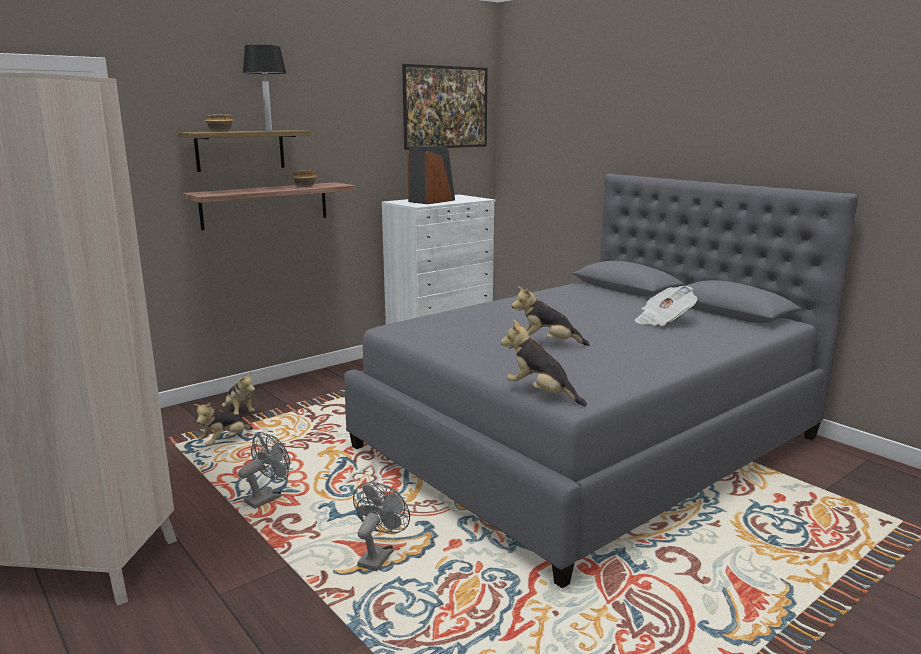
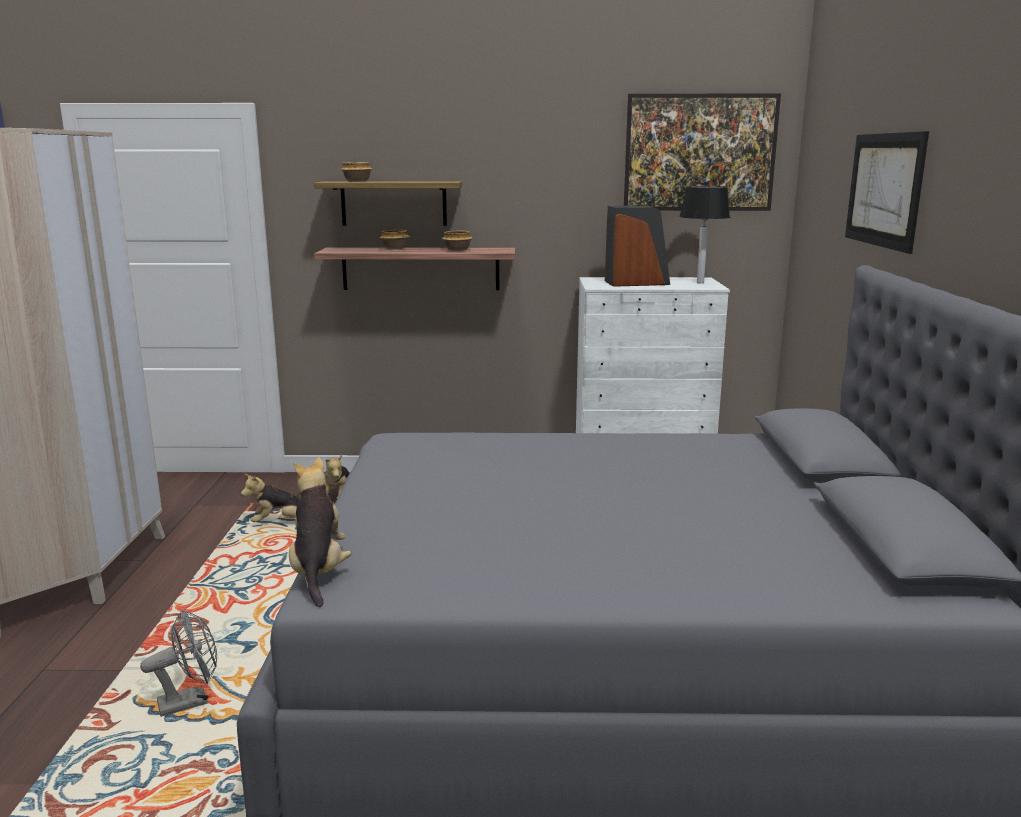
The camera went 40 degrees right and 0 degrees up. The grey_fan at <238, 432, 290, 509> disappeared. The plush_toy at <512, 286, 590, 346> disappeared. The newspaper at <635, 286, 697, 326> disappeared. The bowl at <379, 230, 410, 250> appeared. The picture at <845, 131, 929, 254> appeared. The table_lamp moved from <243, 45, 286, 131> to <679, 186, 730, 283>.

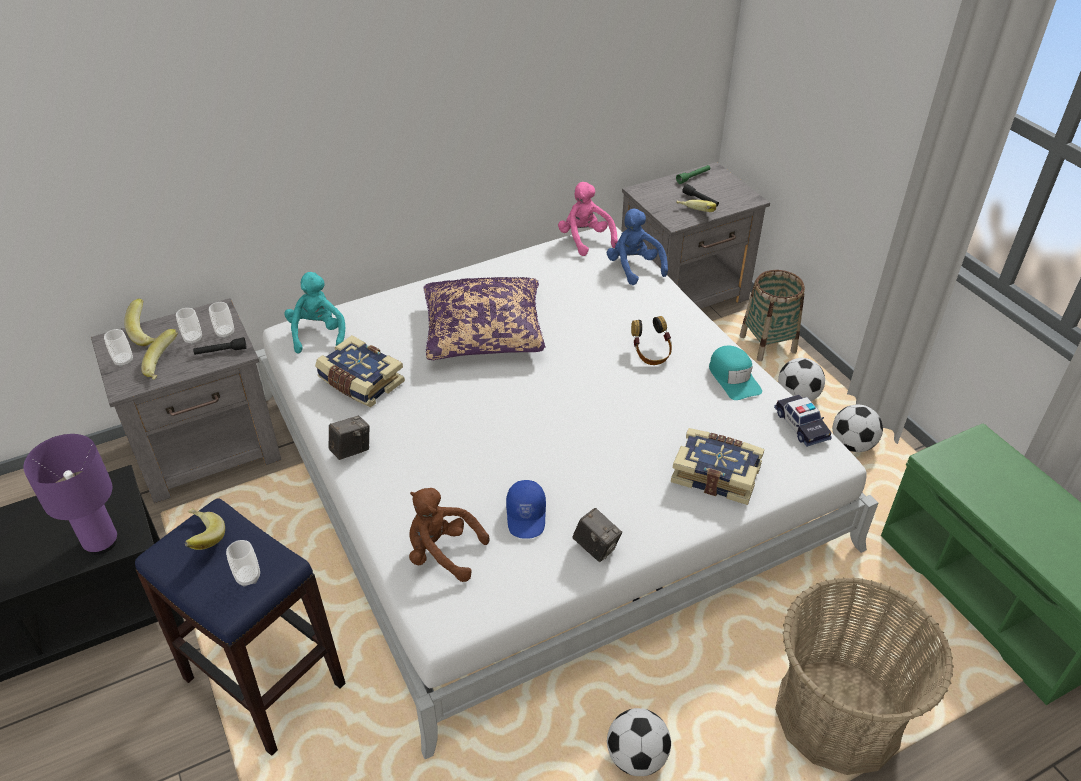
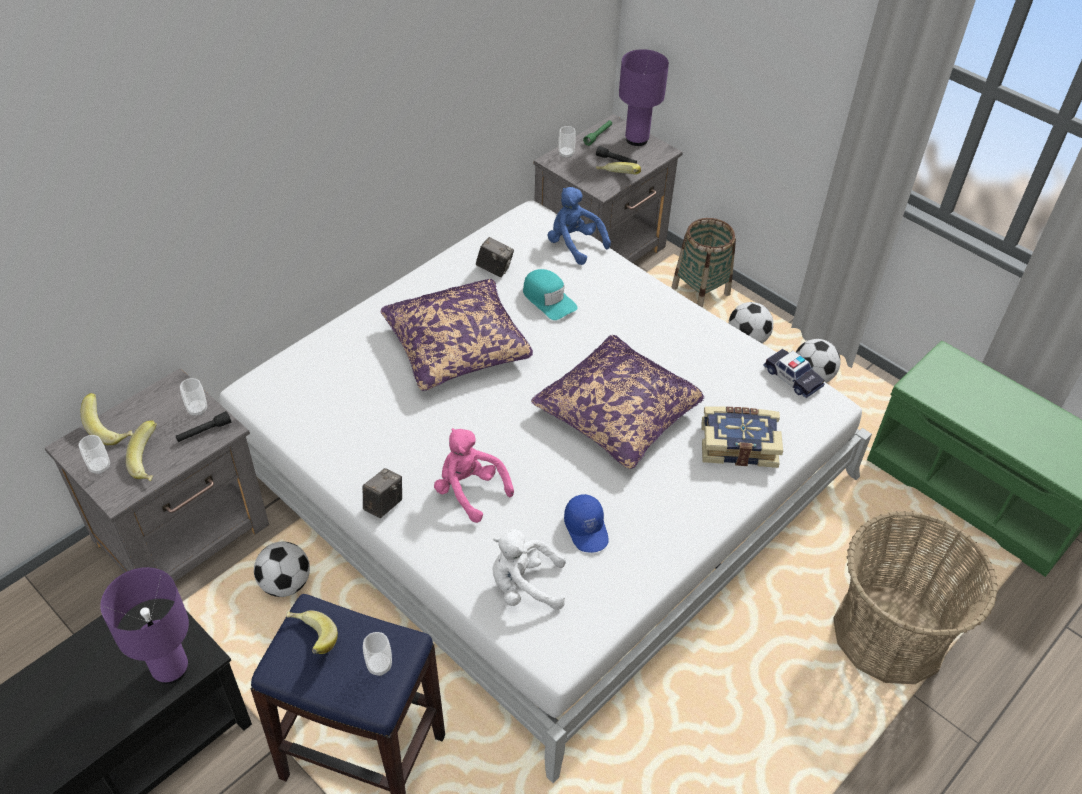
The camera went 20 degrees left and 5 degrees up. The turquoise_plush_toy at <284, 272, 345, 353> disappeared. The book at <315, 335, 405, 408> disappeared. The headphones at <631, 316, 672, 365> disappeared. The purple_pillow at <531, 335, 704, 469> appeared. The purple_table_lamp at <619, 49, 669, 146> appeared. The cup moved from <176, 308, 202, 345> to <558, 126, 576, 158>. The pink_plush_toy moved from <558, 182, 618, 256> to <434, 428, 514, 523>. The photo_camera moved from <572, 508, 622, 562> to <476, 237, 514, 277>. The football moved from <607, 708, 671, 776> to <254, 541, 310, 597>. The turquoise_cap moved from <709, 346, 762, 400> to <523, 269, 578, 320>. The brown_plush_toy at <409, 488, 490, 582> became the white_plush_toy at <493, 529, 566, 610>.

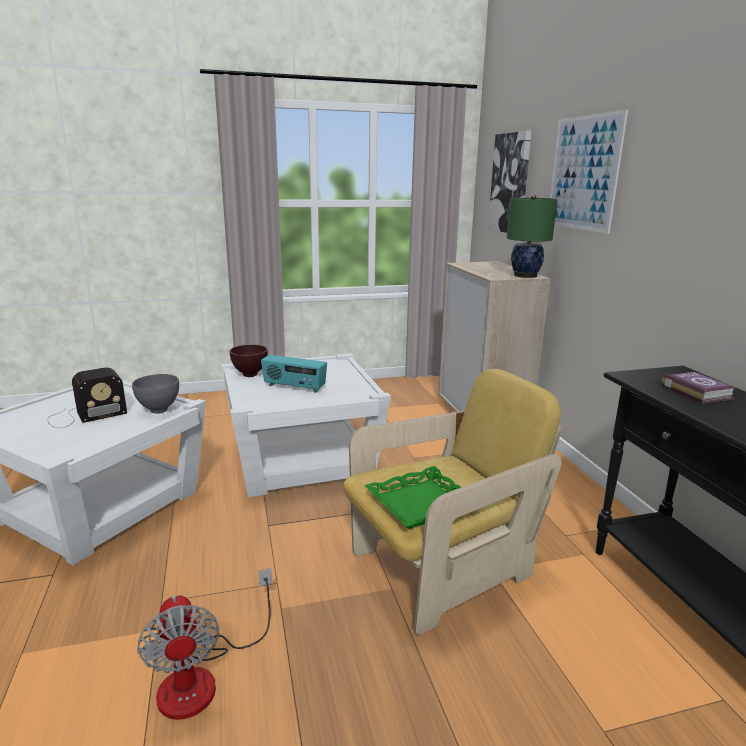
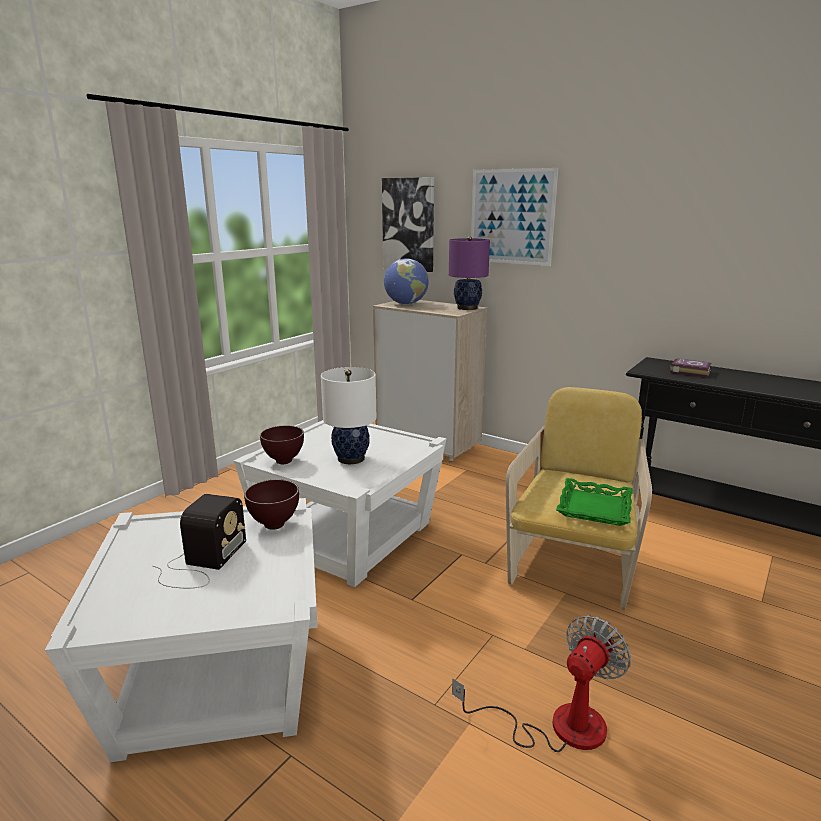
The camera went 40 degrees left and 0 degrees up. The globe at <384, 258, 429, 304> appeared. The radio at <261, 355, 327, 393> was replaced by the white_table_lamp at <321, 367, 376, 464>. The grey_bowl at <132, 374, 179, 414> became the brown_bowl at <244, 479, 299, 530>. The green_table_lamp at <507, 195, 557, 278> became the purple_table_lamp at <449, 236, 490, 310>. The fan at <137, 568, 272, 720> turned 75 degrees counterclockwise.

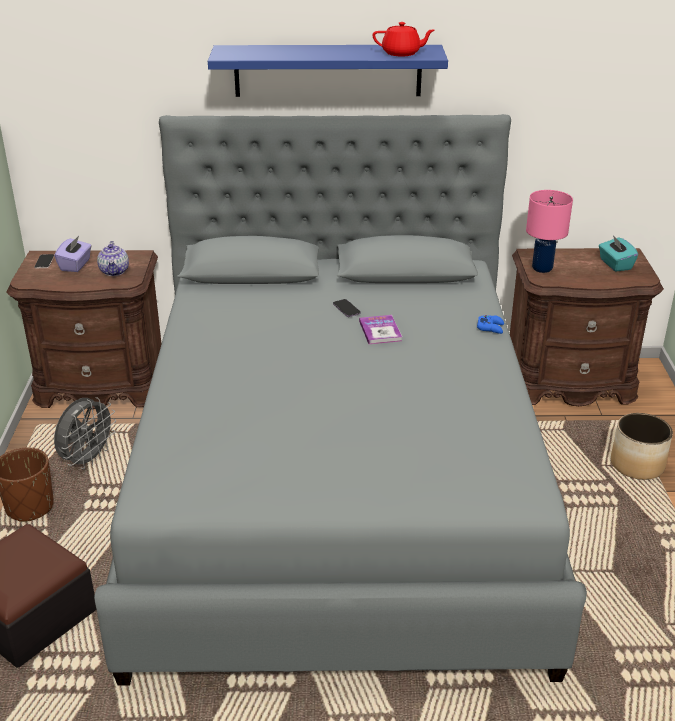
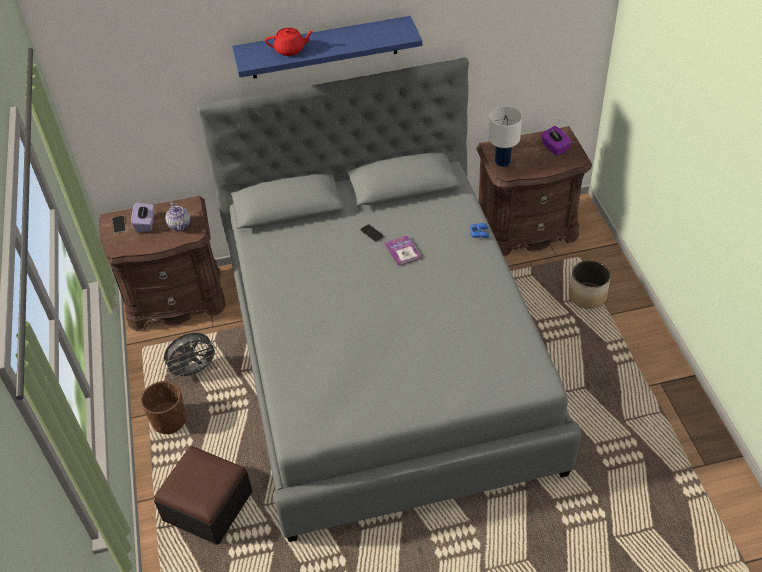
The camera went 10 degrees left and 15 degrees up. The red_teapot moved from <372, 22, 435, 57> to <265, 28, 314, 56>. The pink_table_lamp at <526, 190, 573, 273> became the white_table_lamp at <488, 106, 522, 167>. The turquoise_tissue_box at <599, 235, 638, 272> became the purple_tissue_box at <541, 126, 572, 156>. The grey_fan at <54, 397, 116, 469> turned 45 degrees clockwise.

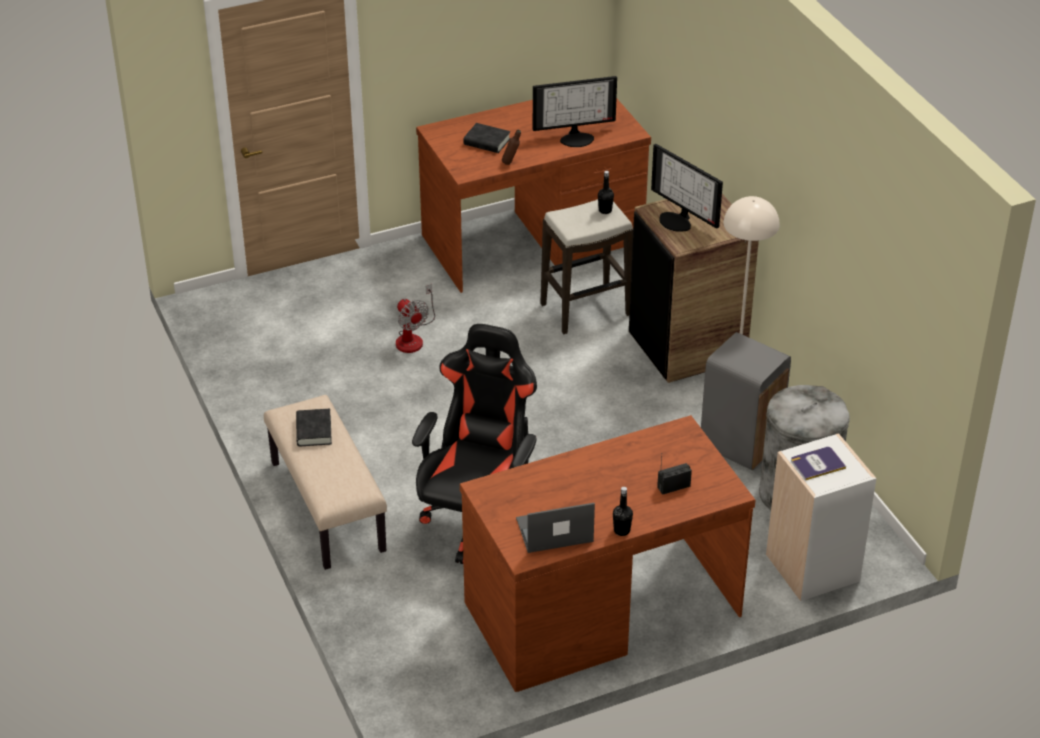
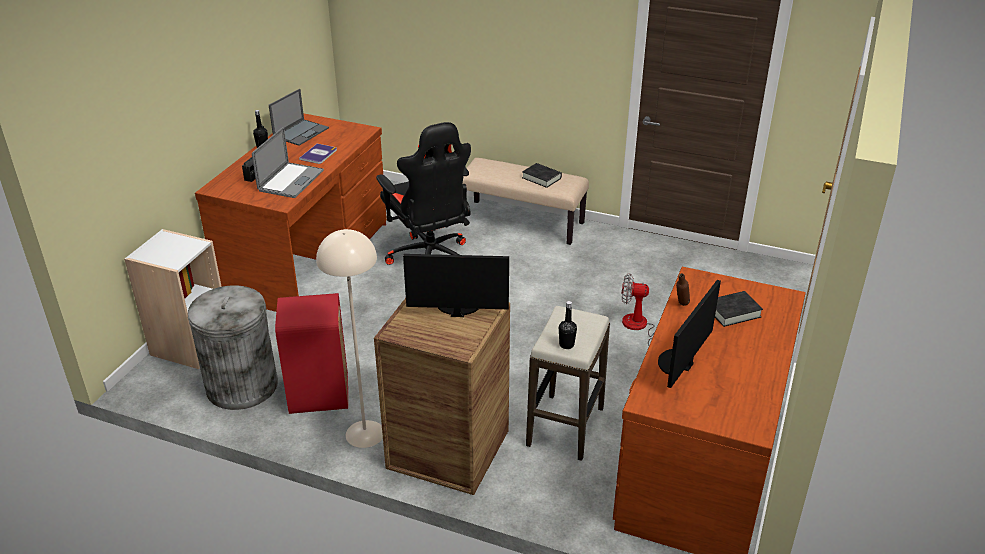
The camera went 135 degrees right and 5 degrees down. The laptop at <252, 127, 324, 198> appeared. The book moved from <791, 447, 846, 481> to <299, 143, 337, 164>. The grey_trash_can at <701, 332, 791, 470> became the red_trash_can at <275, 293, 348, 414>.

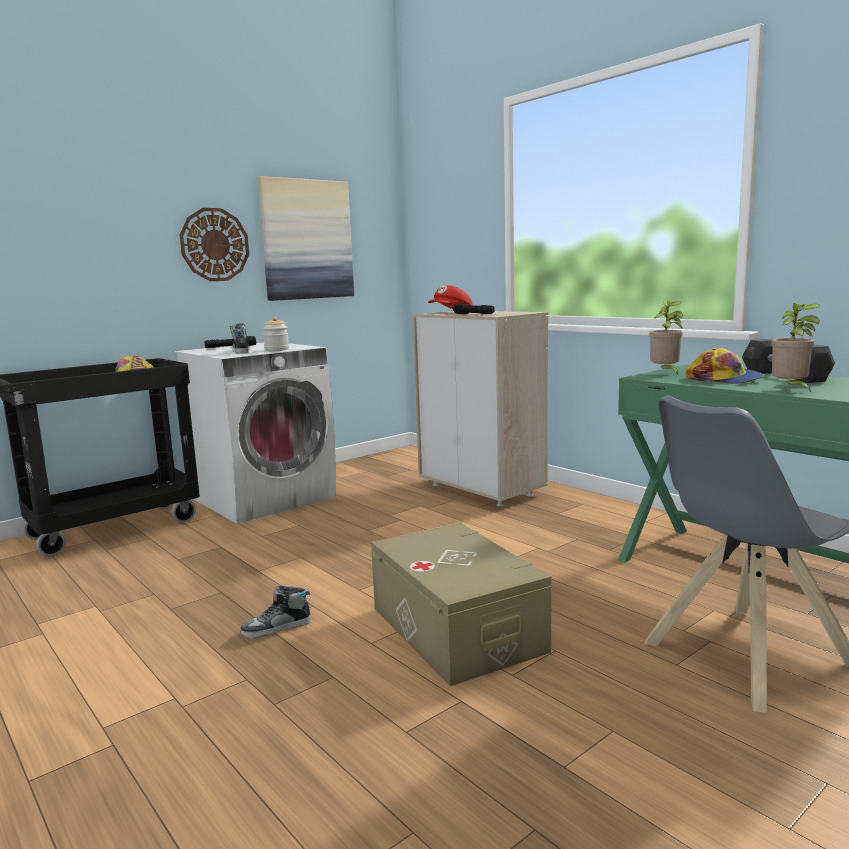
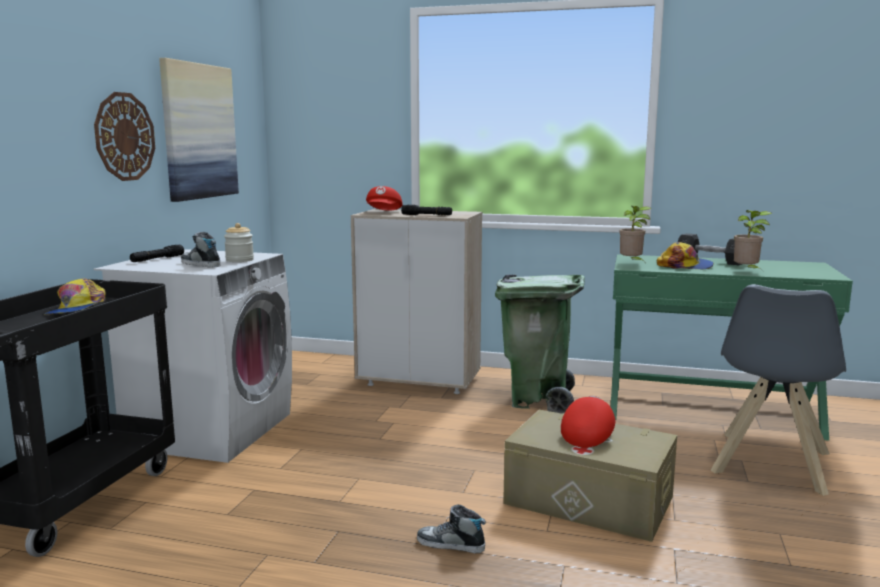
The camera went 35 degrees left and 0 degrees up. The green_trash_can at <495, 274, 585, 414> appeared. The red_cap at <561, 396, 615, 448> appeared. The shoe at <241, 586, 311, 638> turned 75 degrees clockwise.

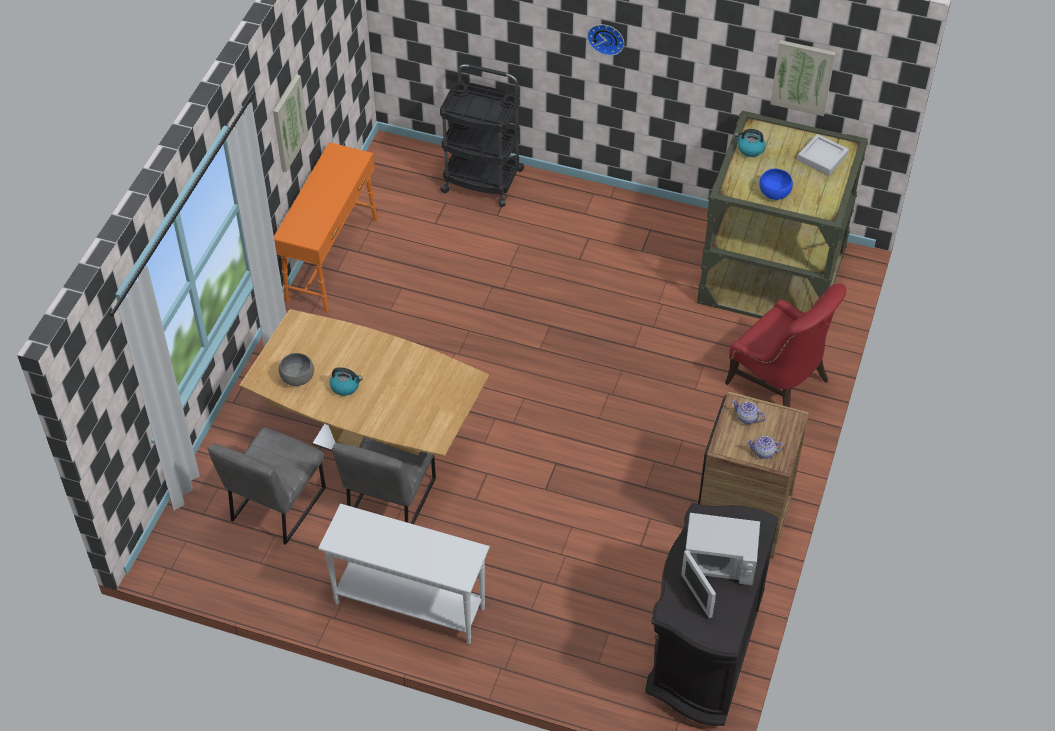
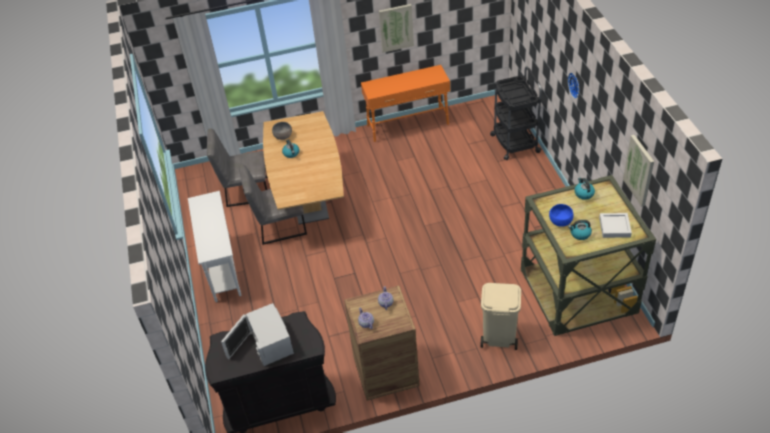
The camera went 60 degrees right and 5 degrees down. The kettle at <568, 220, 592, 240> appeared. The red_chair at <725, 284, 846, 407> was replaced by the beige_trash_can at <480, 283, 521, 350>.

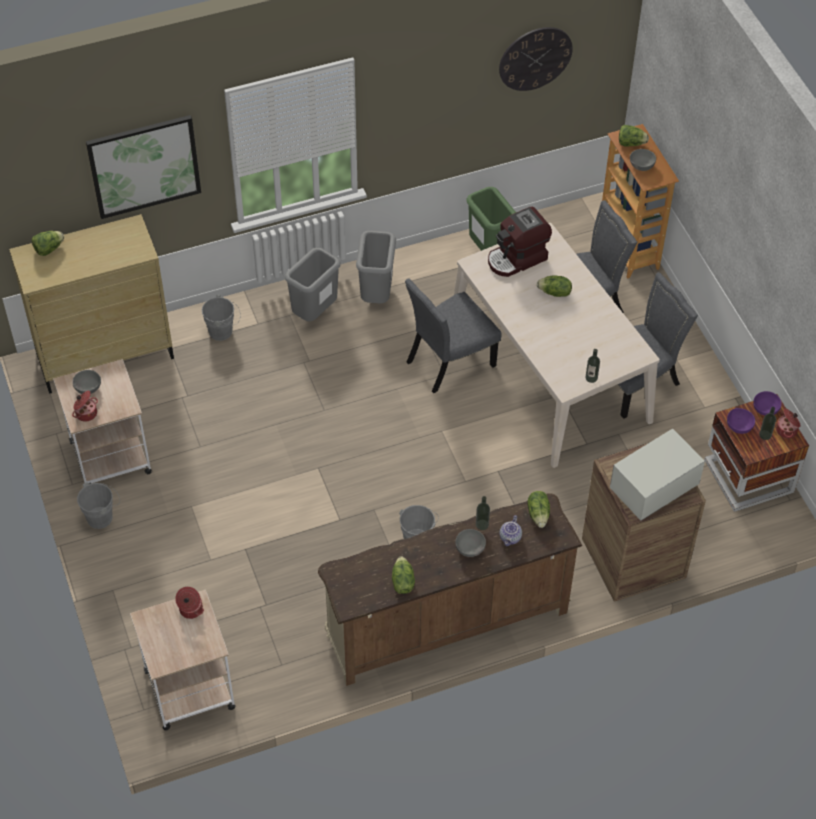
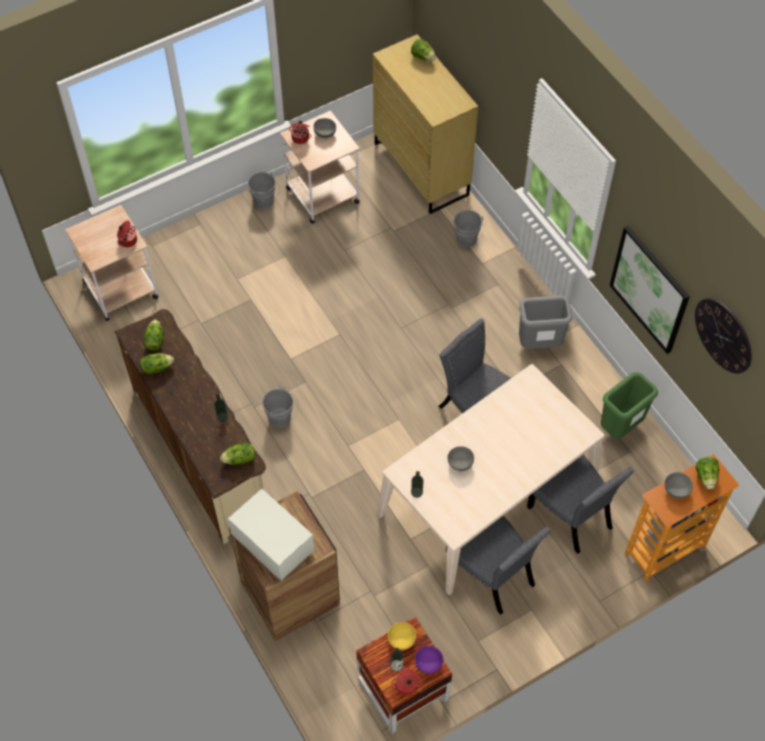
The camera went 80 degrees right and 5 degrees up. The grey_trash_can at <285, 248, 341, 321> disappeared. The coffee_machine at <488, 207, 552, 277> disappeared. The teapot at <500, 515, 522, 546> disappeared. The picture moved from <86, 115, 201, 219> to <610, 226, 690, 354>. The grey_bowl moved from <455, 529, 486, 557> to <448, 446, 474, 471>. The lettuce moved from <537, 275, 572, 297> to <144, 320, 163, 350>. The purple_bowl at <727, 408, 755, 434> became the yellow_bowl at <388, 622, 416, 650>.

